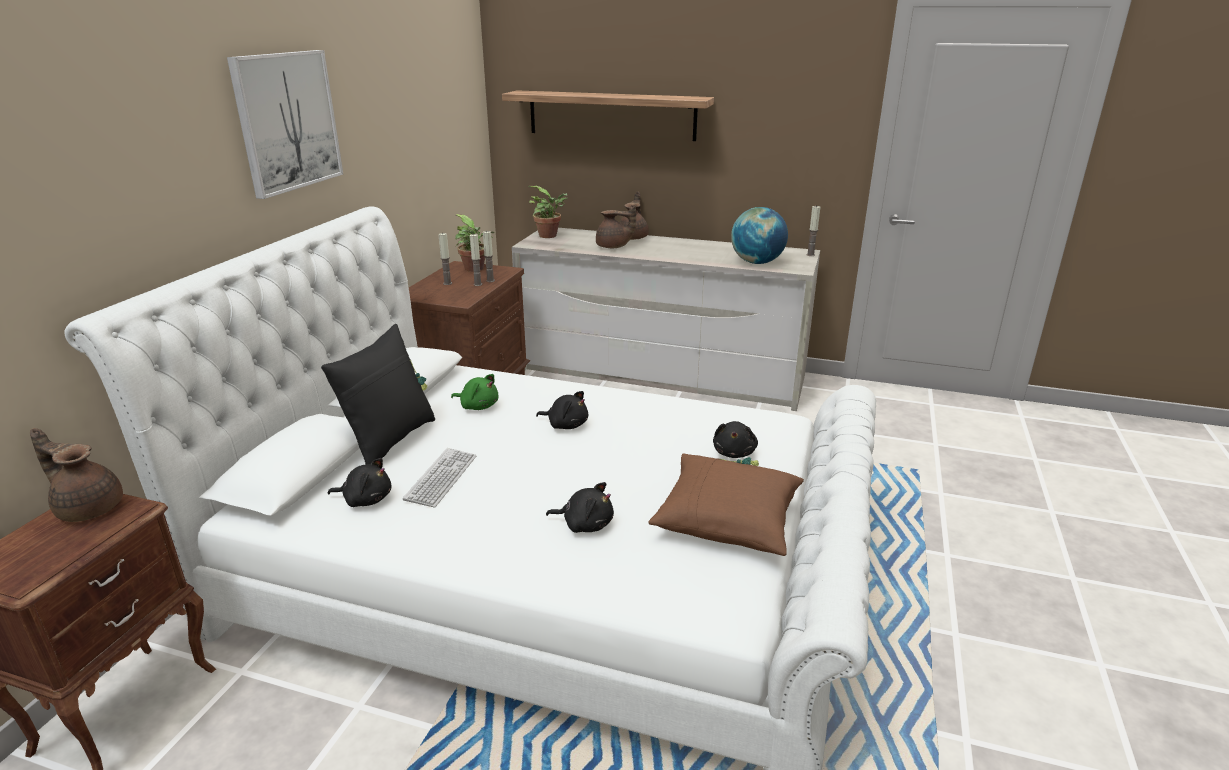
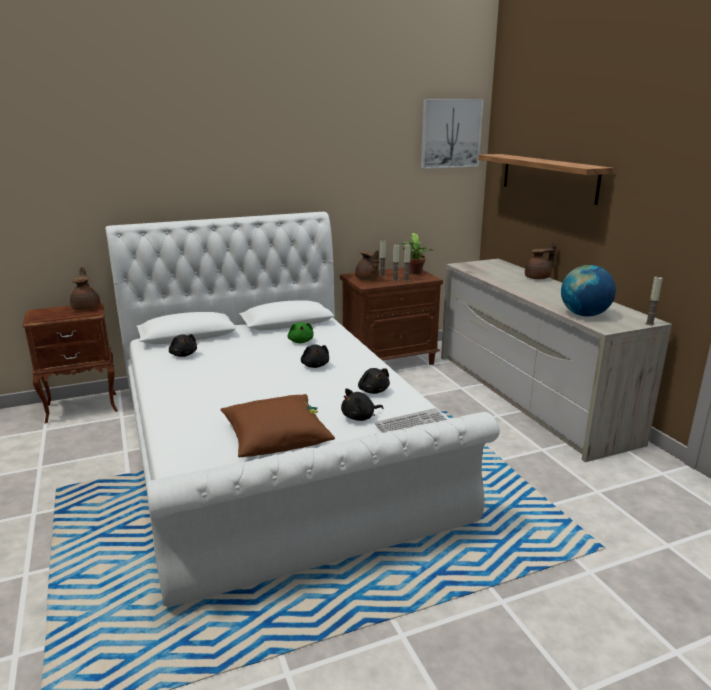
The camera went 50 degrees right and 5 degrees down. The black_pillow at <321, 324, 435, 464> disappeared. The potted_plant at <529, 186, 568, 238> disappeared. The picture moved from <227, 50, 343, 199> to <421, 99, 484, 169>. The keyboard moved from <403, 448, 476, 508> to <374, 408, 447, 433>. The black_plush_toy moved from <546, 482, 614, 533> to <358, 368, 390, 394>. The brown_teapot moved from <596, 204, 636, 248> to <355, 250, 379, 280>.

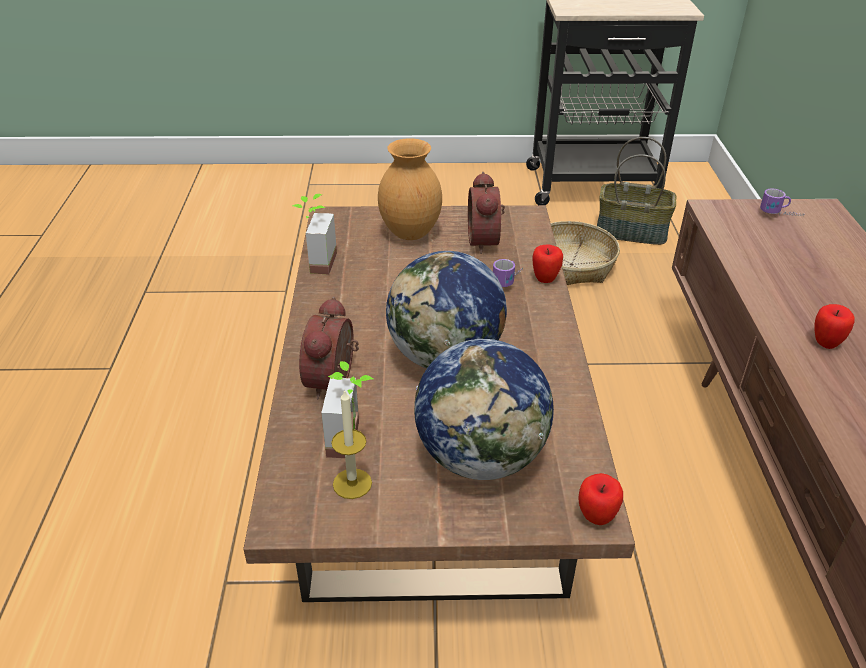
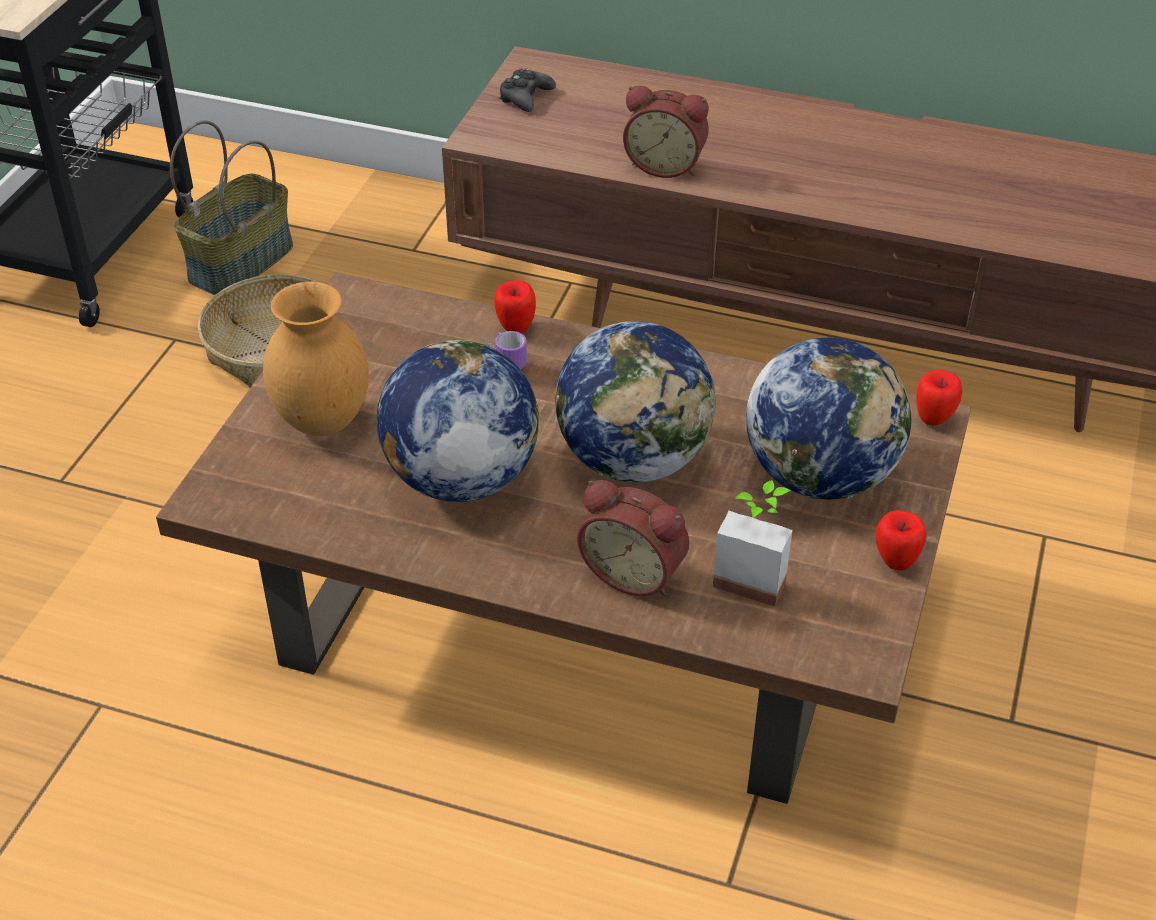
The camera went 70 degrees left and 5 degrees up. The potted_plant at <293, 194, 337, 275> disappeared. The candle at <331, 389, 372, 499> disappeared. The globe at <376, 340, 539, 502> appeared. The alarm_clock moved from <468, 172, 505, 254> to <623, 86, 709, 178>. The apple moved from <814, 304, 855, 349> to <876, 510, 927, 570>. The mug at <760, 189, 804, 216> was replaced by the black_game_controller at <500, 68, 556, 112>.

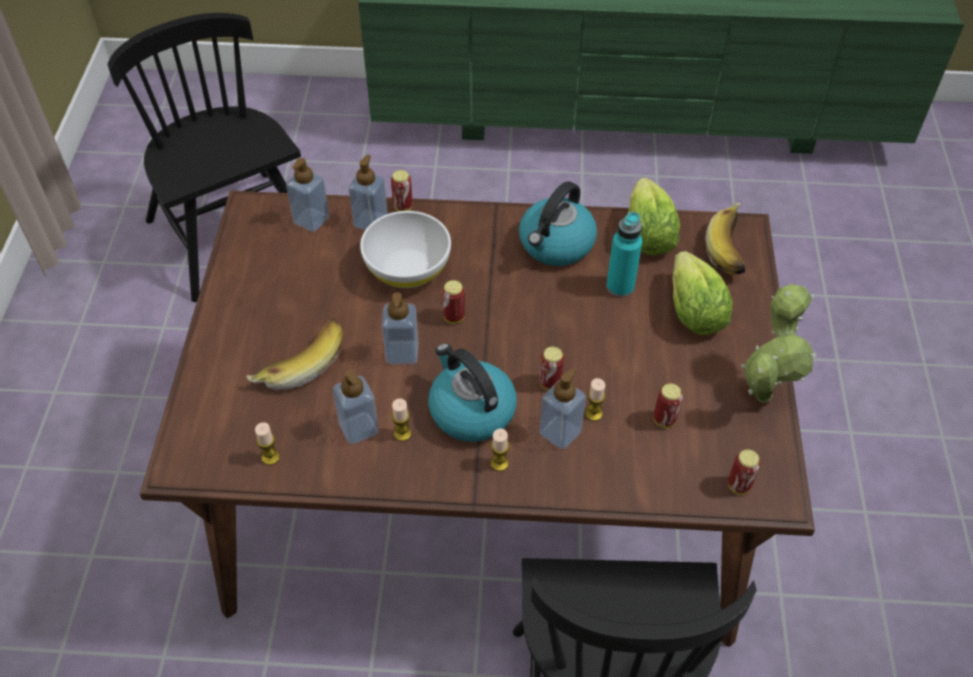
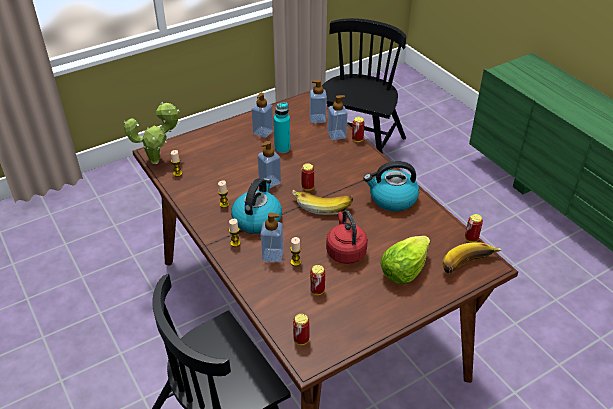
The camera went 55 degrees right and 10 degrees down. The white_bowl at <360, 211, 451, 288> disappeared. The lettuce at <628, 178, 680, 255> disappeared. The red_kettle at <326, 210, 368, 264> appeared. The banana moved from <246, 318, 343, 390> to <292, 189, 353, 215>. The soap_dispenser moved from <333, 369, 379, 444> to <252, 93, 273, 138>. The can moved from <540, 347, 564, 390> to <465, 214, 483, 243>. The turquoise_bottle moved from <606, 212, 642, 297> to <274, 102, 290, 153>. The potted_plant moved from <741, 284, 816, 403> to <124, 102, 180, 164>.

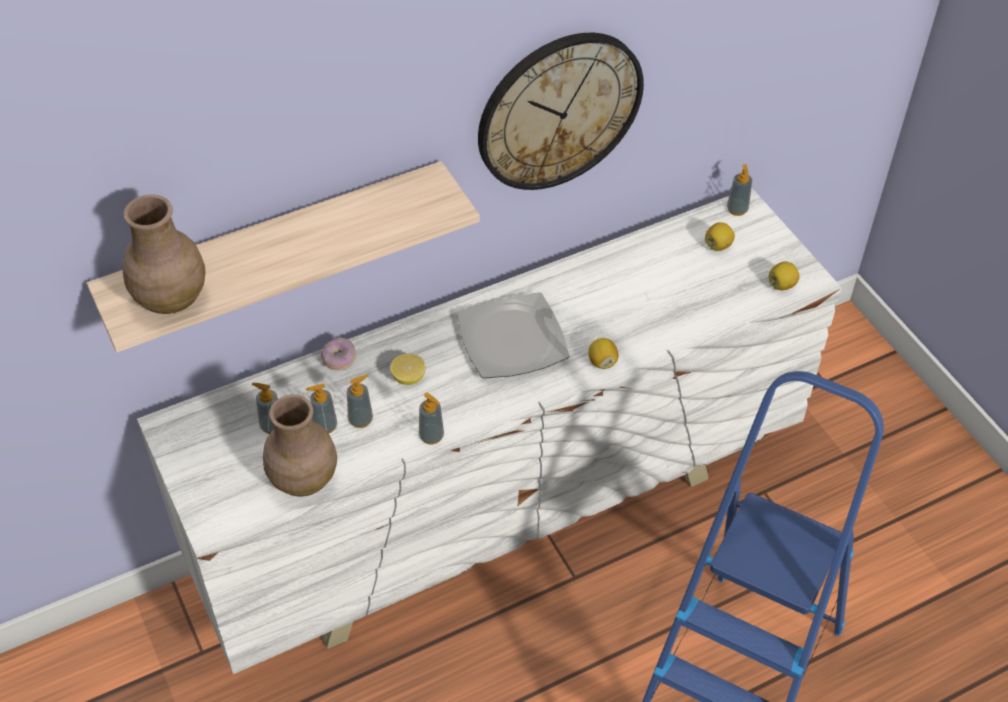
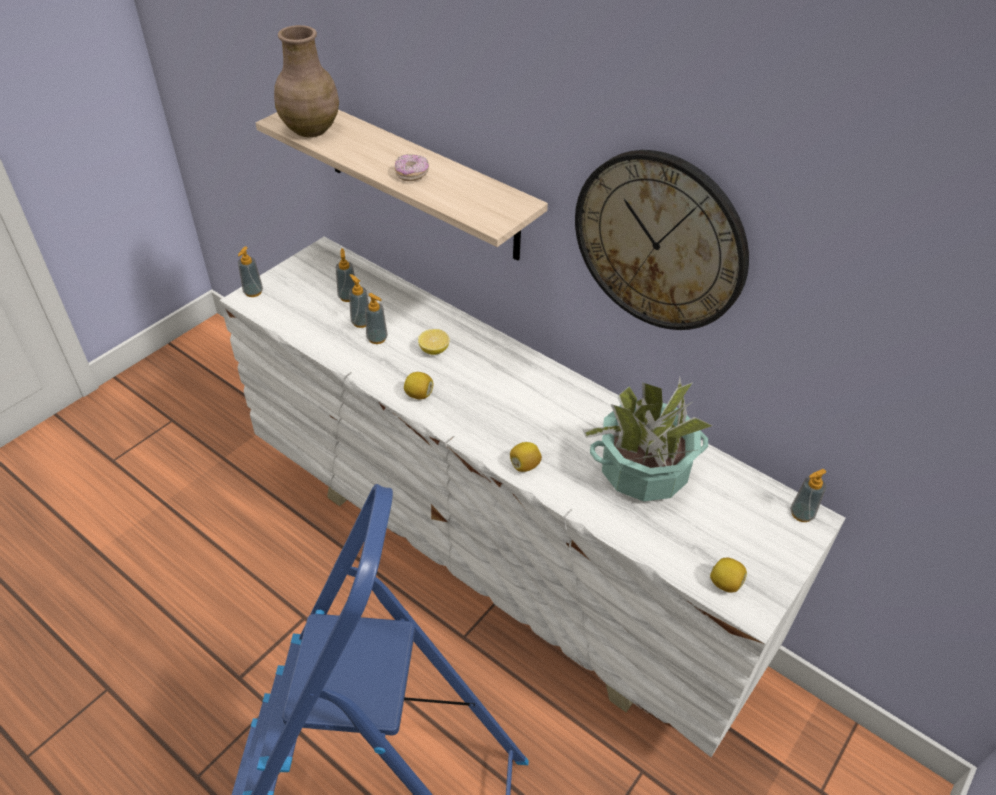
The camera went 65 degrees right and 5 degrees down. The brown_vase at <263, 394, 337, 496> disappeared. The plate at <457, 292, 569, 378> disappeared. The potted_plant at <582, 377, 713, 501> appeared. The donut moved from <321, 337, 356, 371> to <395, 154, 429, 181>. The soap_dispenser moved from <419, 393, 444, 445> to <238, 246, 263, 297>. The lemon moved from <705, 222, 735, 251> to <404, 372, 433, 399>.

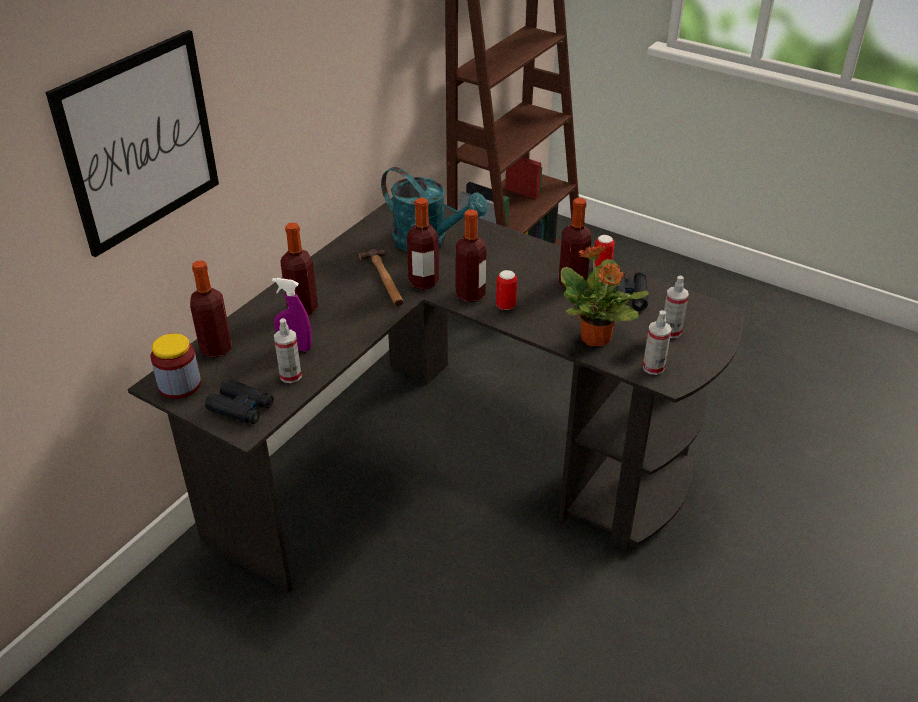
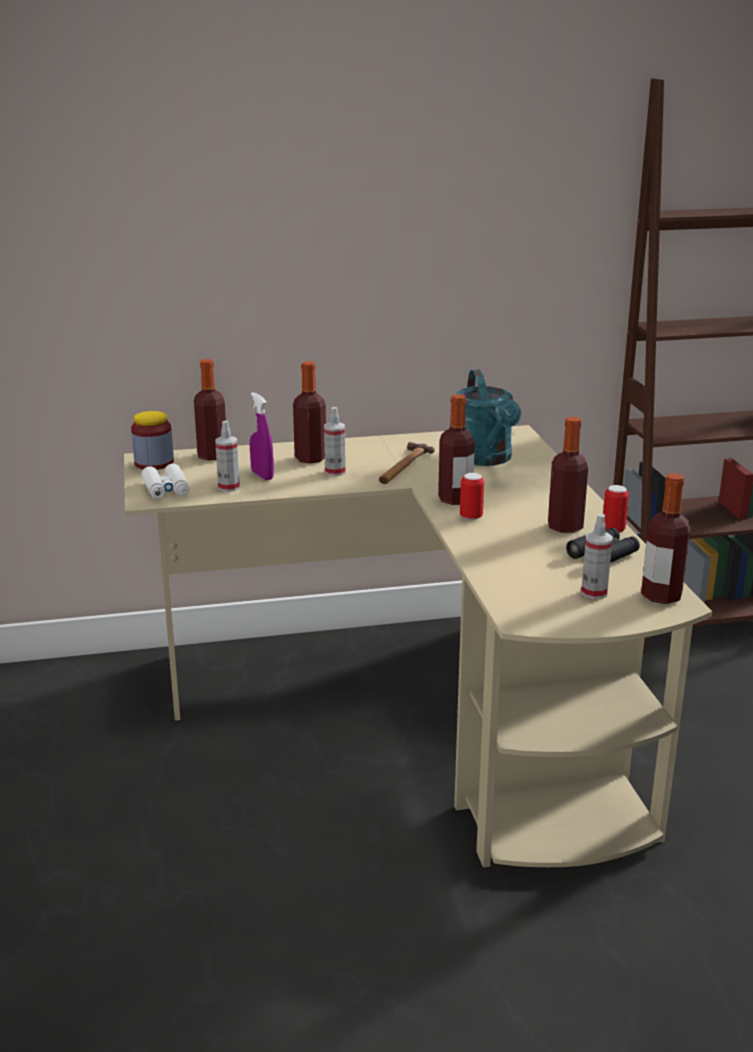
The camera went 45 degrees right and 15 degrees down. The picture at <45, 30, 219, 257> disappeared. The potted_plant at <561, 246, 649, 346> disappeared. The bottle moved from <407, 197, 439, 290> to <641, 473, 691, 604>. The spray_bottle moved from <643, 310, 672, 375> to <324, 407, 346, 476>. The black_desk at <128, 197, 743, 593> became the beige_desk at <124, 425, 712, 868>. The black_binoculars at <205, 379, 274, 424> became the white_binoculars at <141, 464, 189, 499>.

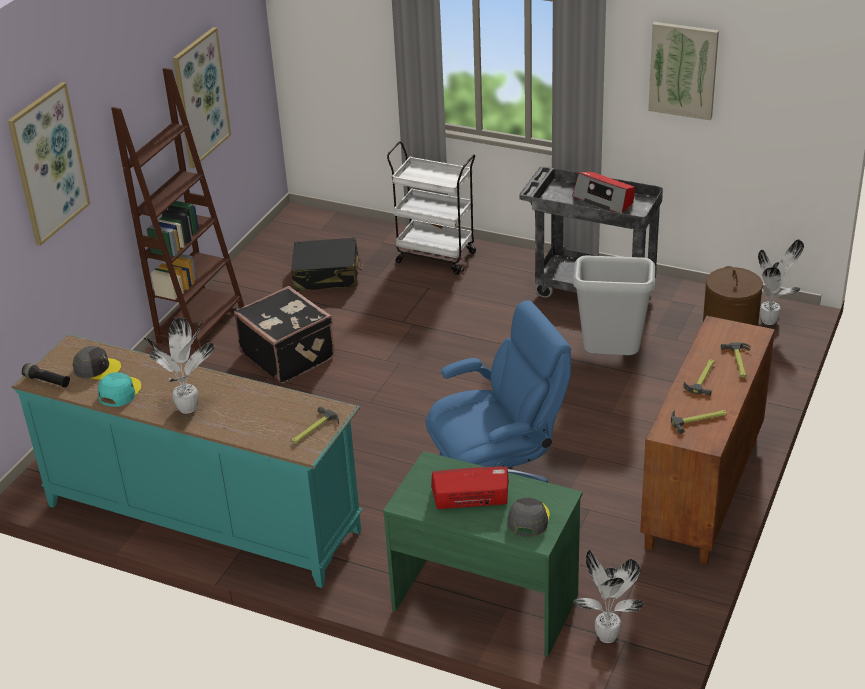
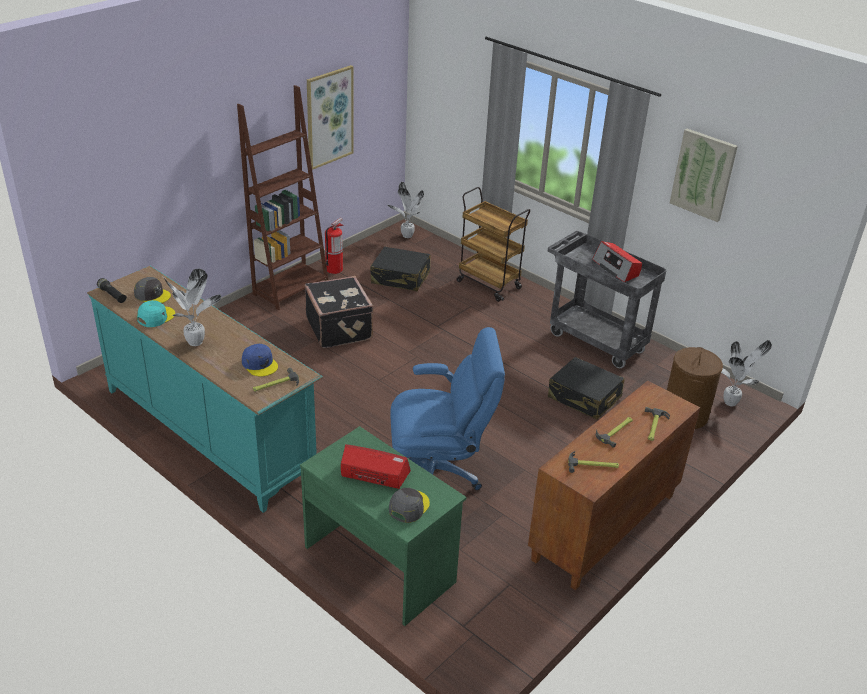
The camera went 15 degrees right and 0 degrees up. The picture at <7, 82, 90, 246> disappeared. The blue_cap at <242, 344, 278, 377> appeared. The fire_extinguisher at <325, 218, 344, 274> appeared. The potted_plant moved from <573, 550, 644, 643> to <388, 182, 424, 238>. The grey_trash_can at <573, 256, 655, 355> was replaced by the black_suitcase at <548, 357, 625, 420>. The white_cart at <387, 141, 476, 275> became the brown_cart at <457, 187, 530, 302>.

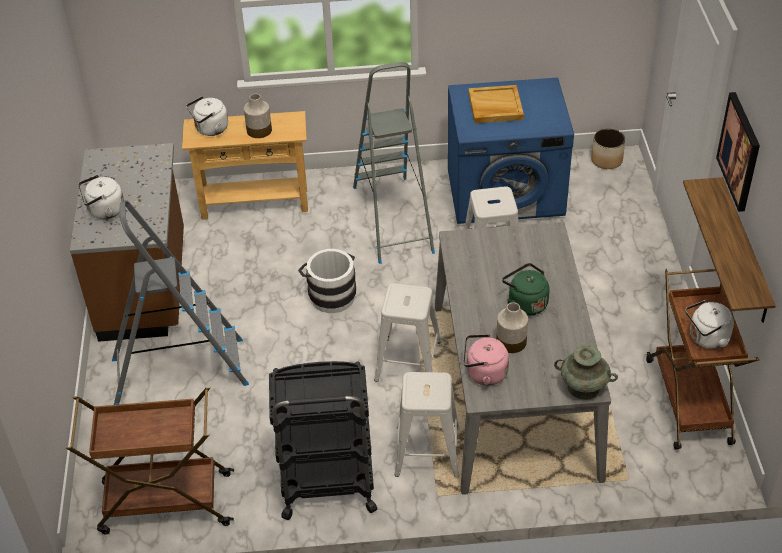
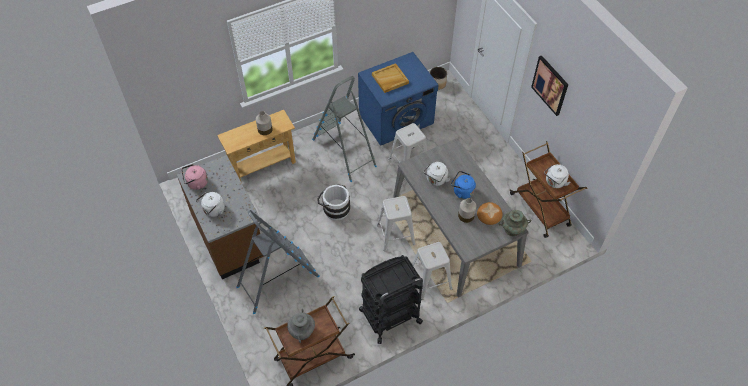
The camera went 25 degrees left and 10 degrees up. The shelf at <683, 177, 776, 323> disappeared. The grey_vase at <287, 309, 315, 343> appeared. The bread at <477, 202, 502, 225> appeared. The white_kettle moved from <186, 96, 228, 136> to <424, 162, 451, 186>. The pink_kettle moved from <463, 334, 509, 386> to <181, 164, 208, 190>. The green_kettle at <502, 263, 550, 316> became the blue_kettle at <451, 171, 476, 199>.

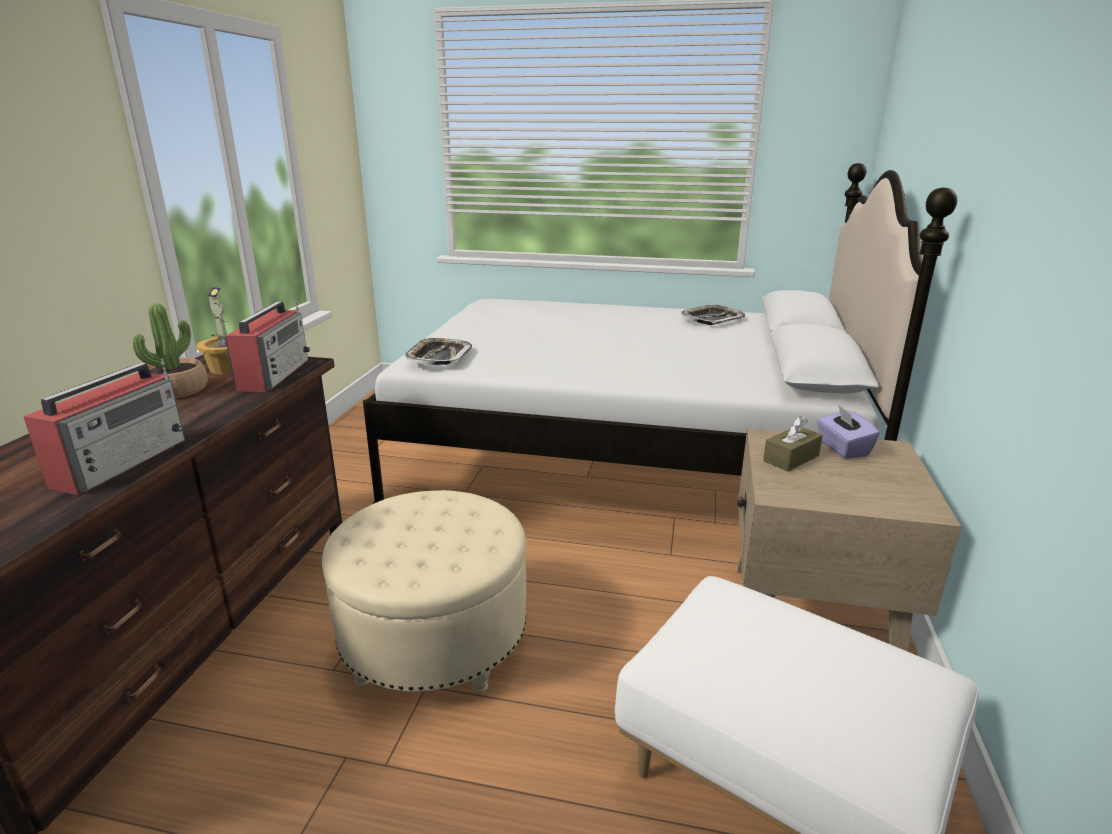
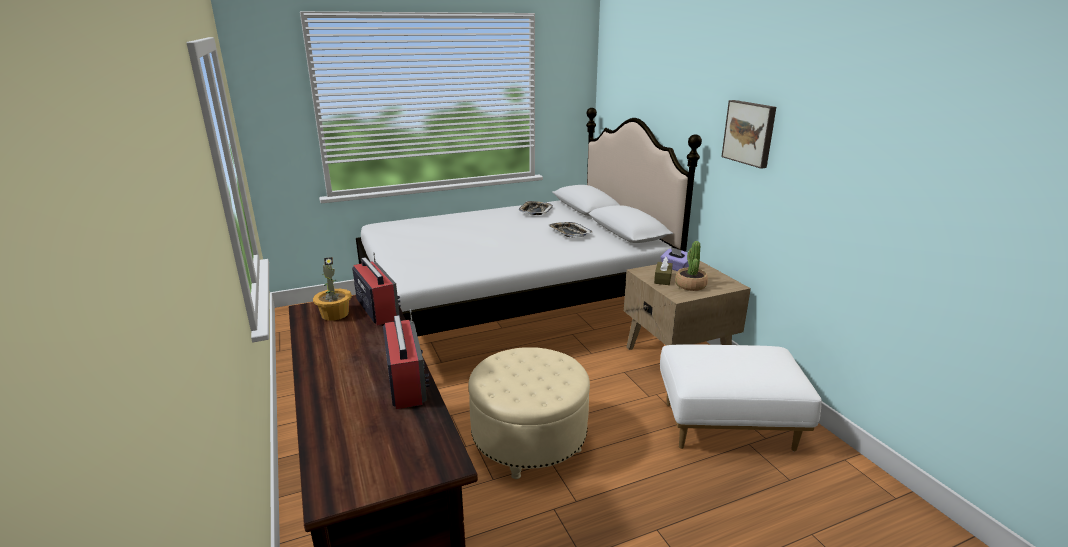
The camera went 35 degrees left and 0 degrees up. The picture at <721, 100, 776, 169> appeared. The potted_plant moved from <133, 303, 208, 398> to <675, 241, 708, 291>. The tray moved from <405, 338, 472, 365> to <548, 222, 593, 237>.

